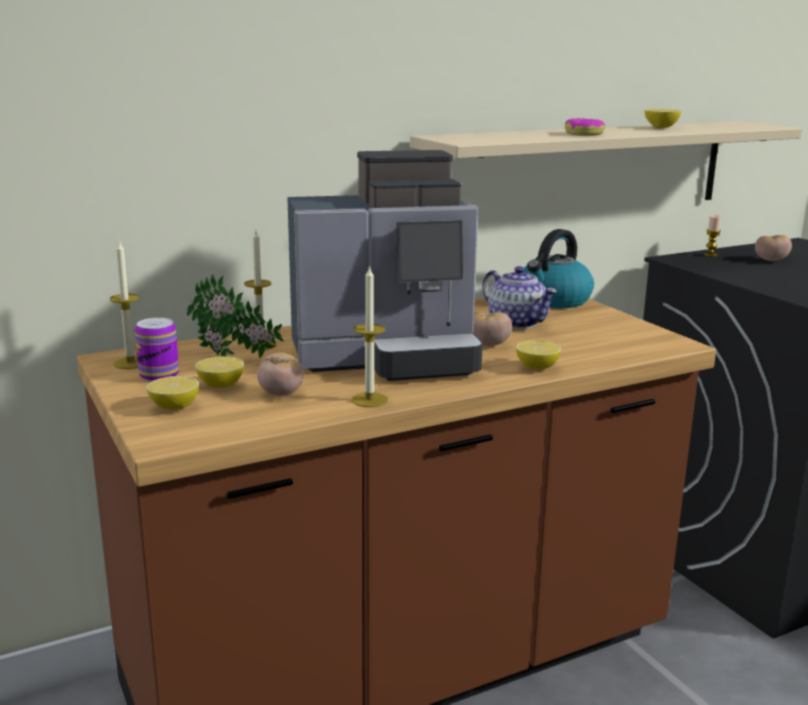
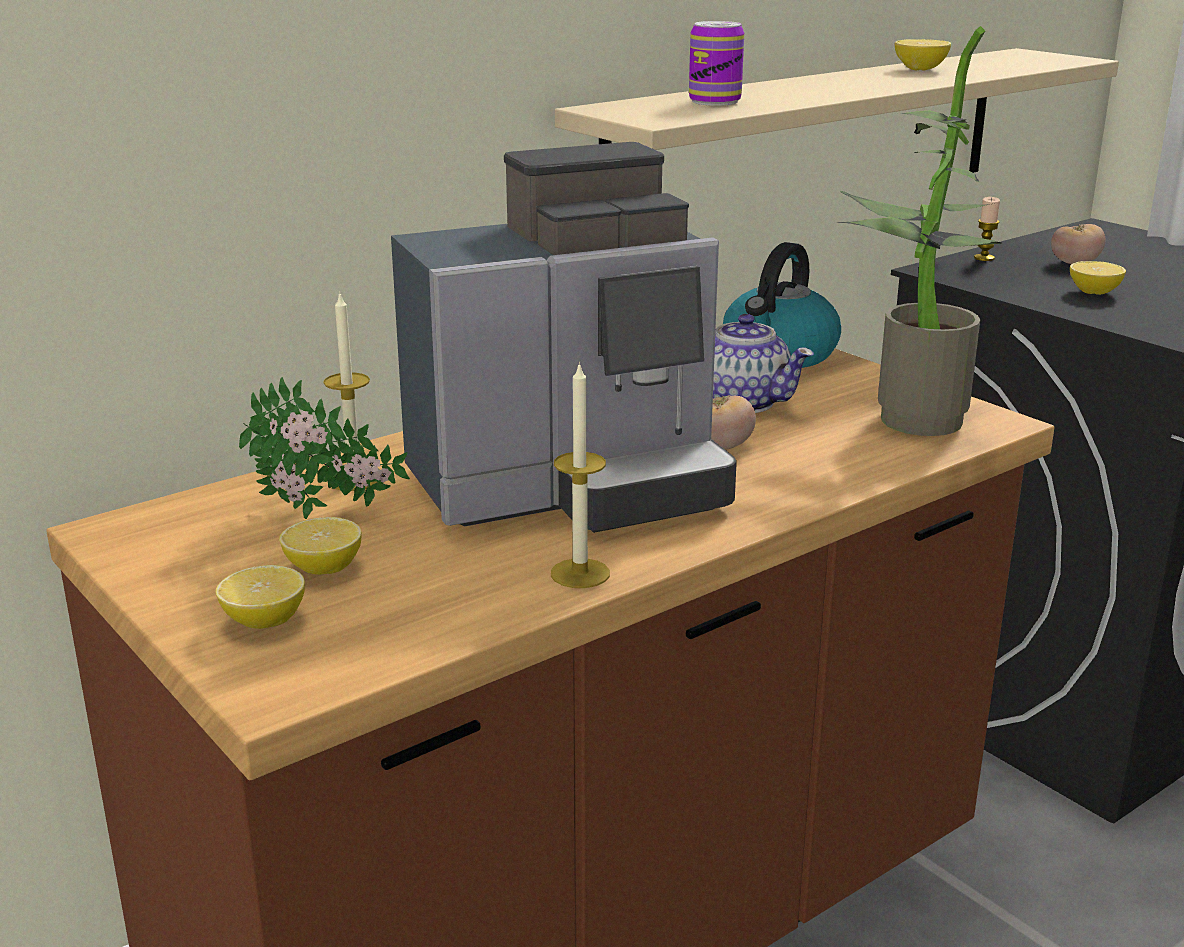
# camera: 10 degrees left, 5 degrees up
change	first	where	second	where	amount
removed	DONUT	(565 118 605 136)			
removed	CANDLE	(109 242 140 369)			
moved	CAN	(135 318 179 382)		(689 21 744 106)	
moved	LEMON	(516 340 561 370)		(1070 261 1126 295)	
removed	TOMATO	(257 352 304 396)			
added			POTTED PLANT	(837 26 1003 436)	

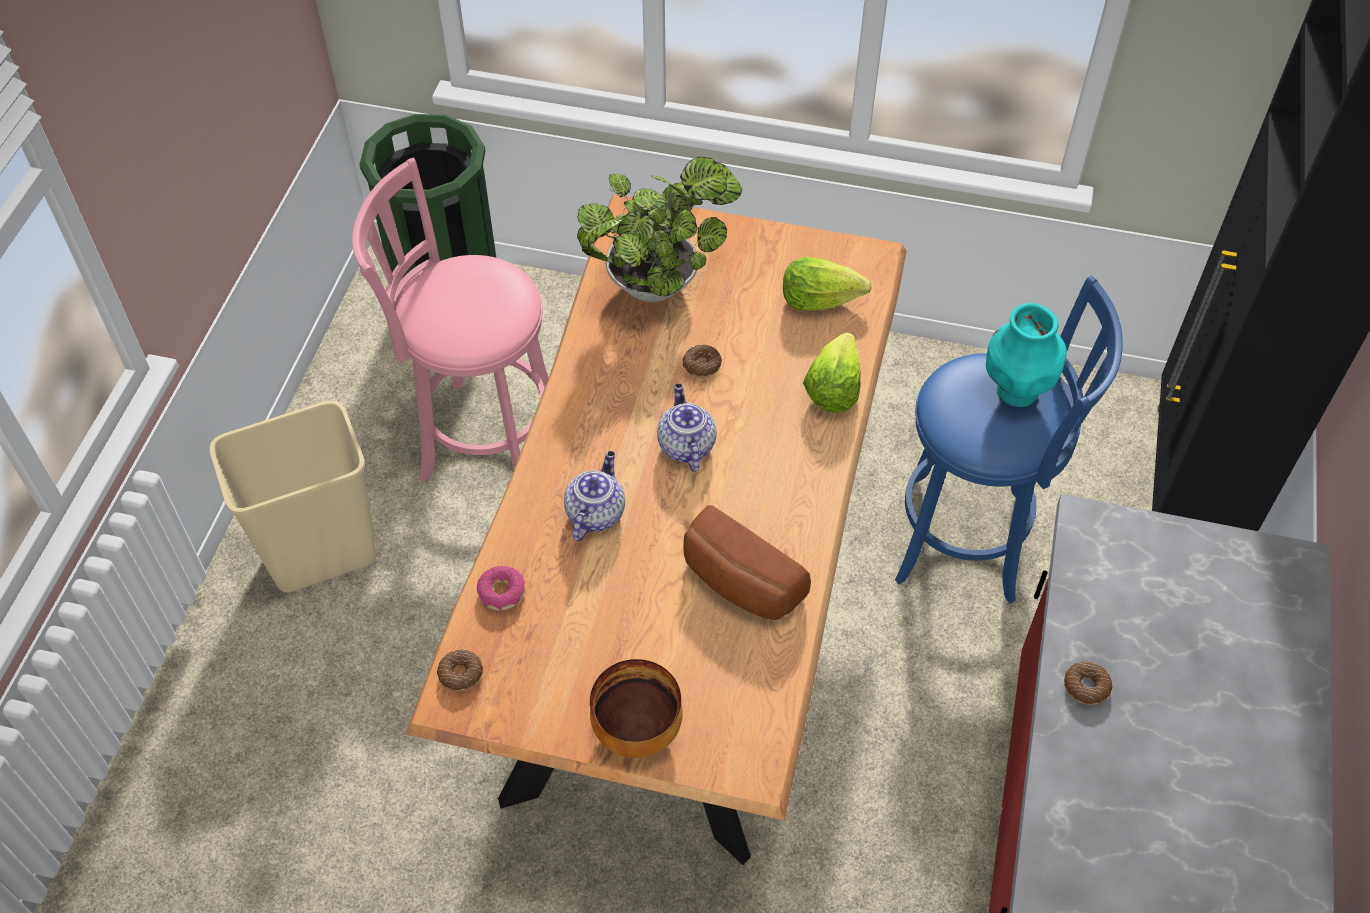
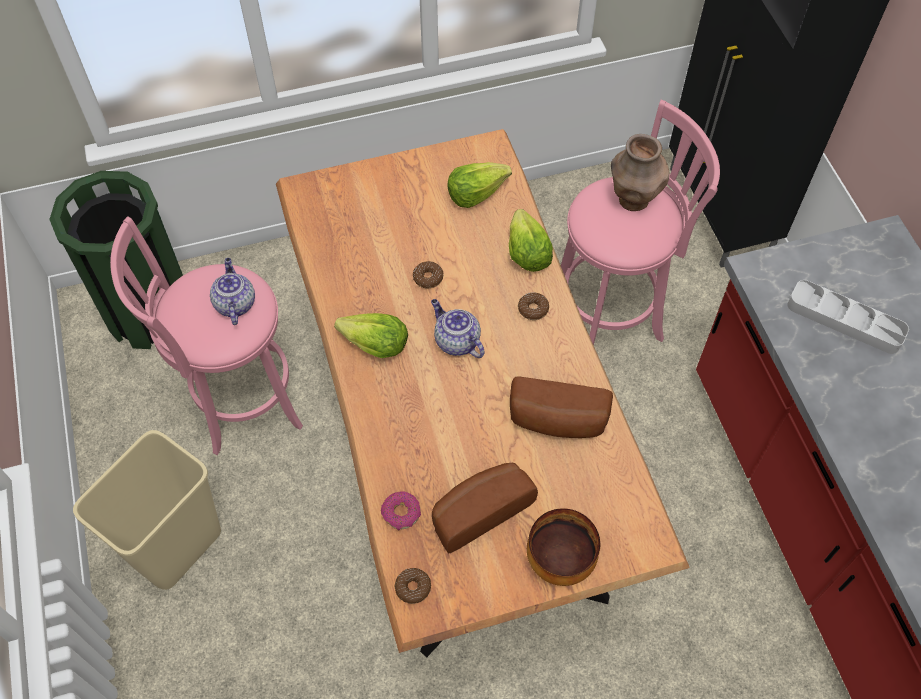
# camera: 30 degrees left, 5 degrees up
change	first	where	second	where	amount
removed	POTTED PLANT	(577 156 742 302)			
recoloured	BLUE STOOL	(895 276 1123 604)	PINK STOOL	(561 100 720 345)	
recoloured	TURQUOISE VASE	(986 303 1067 407)	BROWN VASE	(611 134 670 211)	
moved	TEAPOT	(564 451 625 541)		(210 258 255 325)	
moved	DONUT	(1064 661 1113 705)		(518 293 549 320)	
added			GREY TRAY	(787 280 909 354)	
added			LETTUCE	(334 313 408 358)	
added			BREAD	(432 463 538 554)	

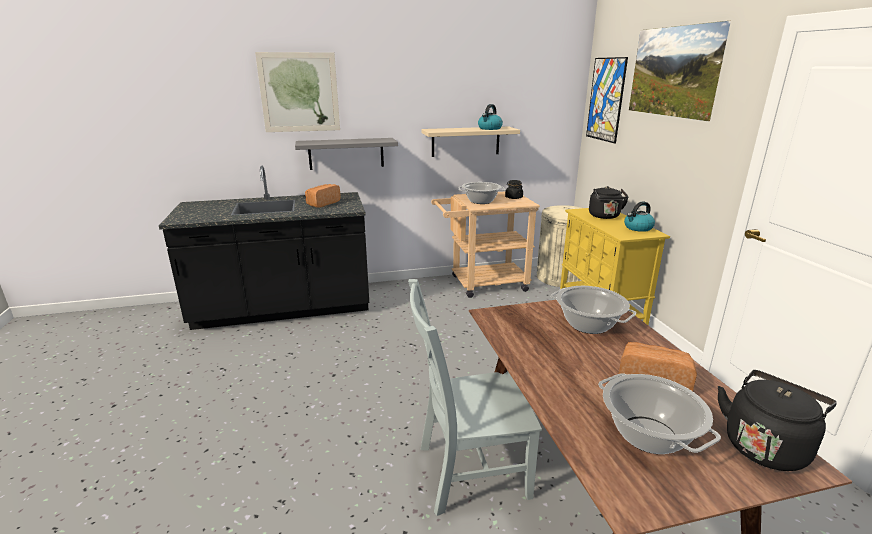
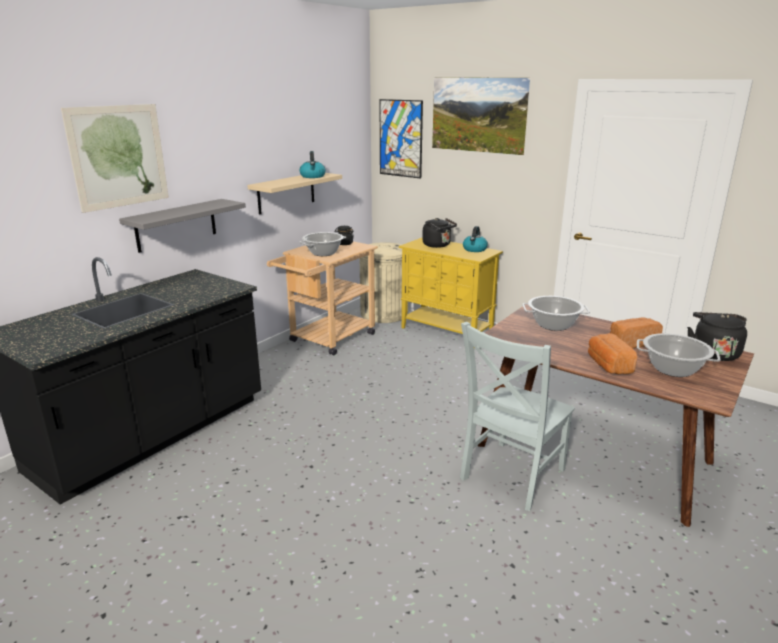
# camera: 40 degrees left, 0 degrees up
change	first	where	second	where	amount
moved	BREAD	(305 184 341 208)		(588 333 637 374)	

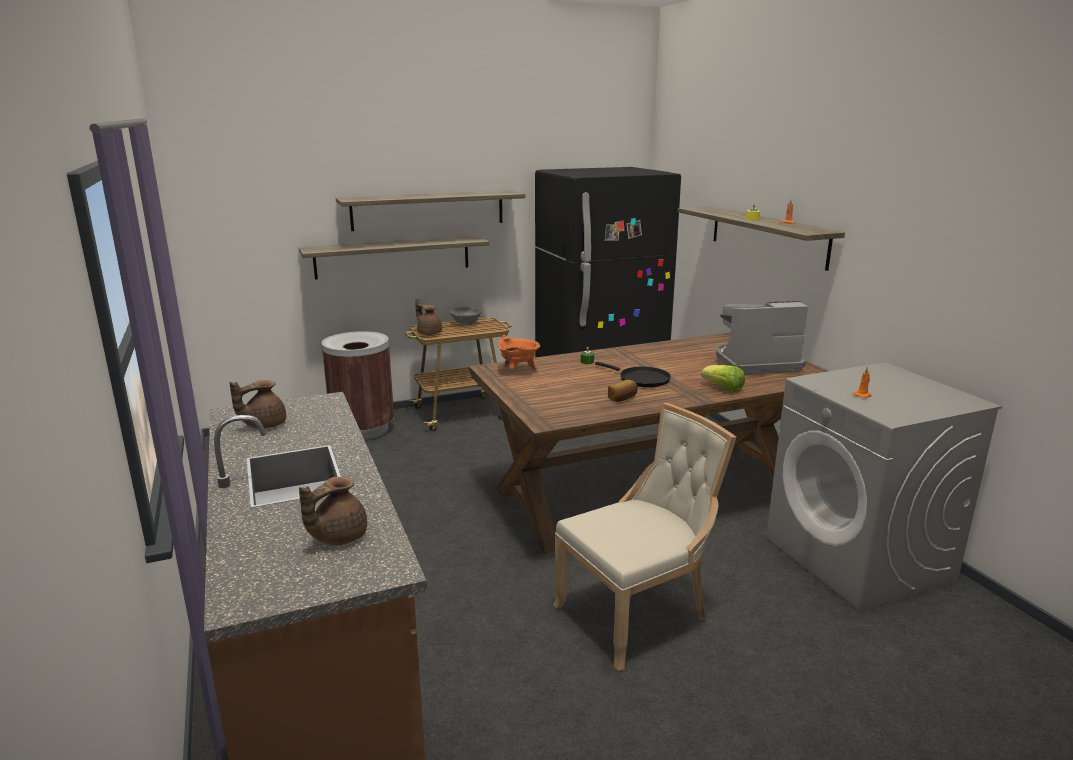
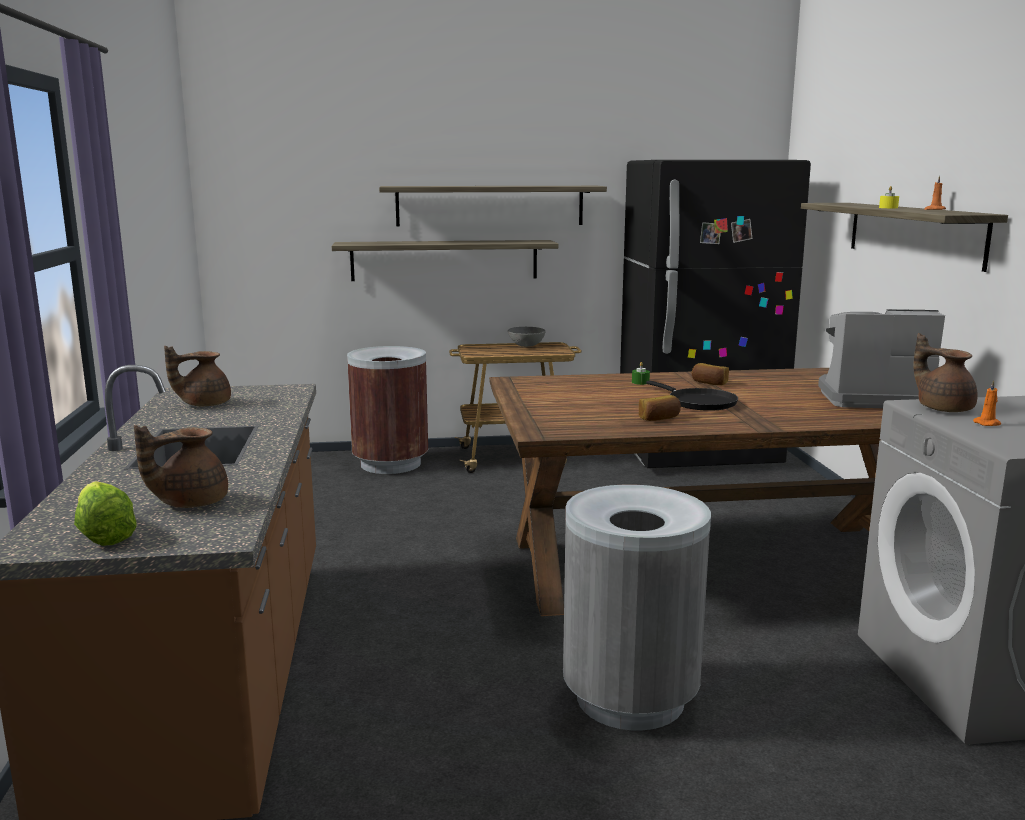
# camera: 15 degrees right, 5 degrees down
change	first	where	second	where	amount
moved	BROWN TEAPOT	(415 297 442 335)		(913 333 978 412)	
removed	ORANGE COOKING POT	(498 335 540 370)			
moved	LETTUCE	(701 365 745 392)		(74 481 137 546)	
replaced	BEIGE CHAIR	(553 403 736 671)	GREY TRASH CAN	(563 485 711 730)	
added			BREAD	(692 363 729 385)	

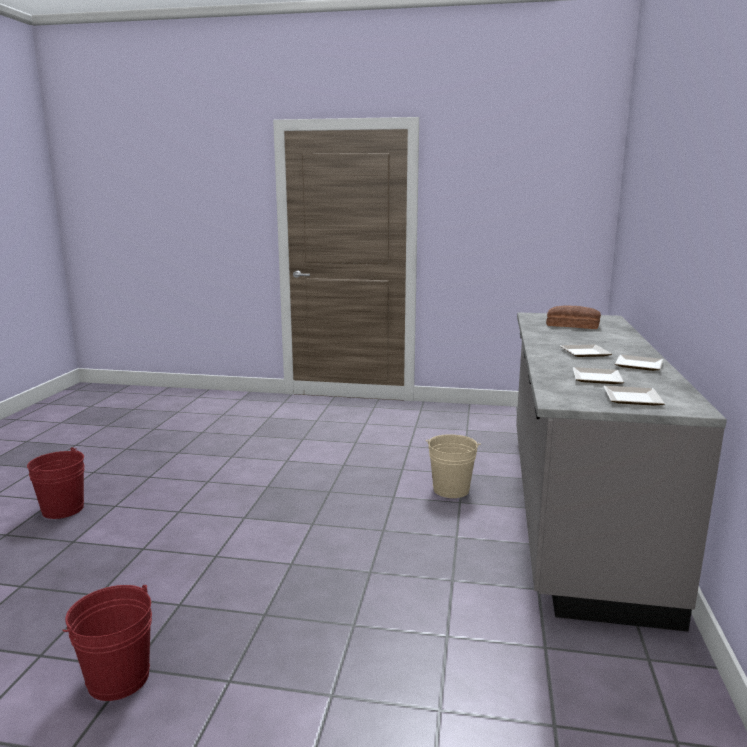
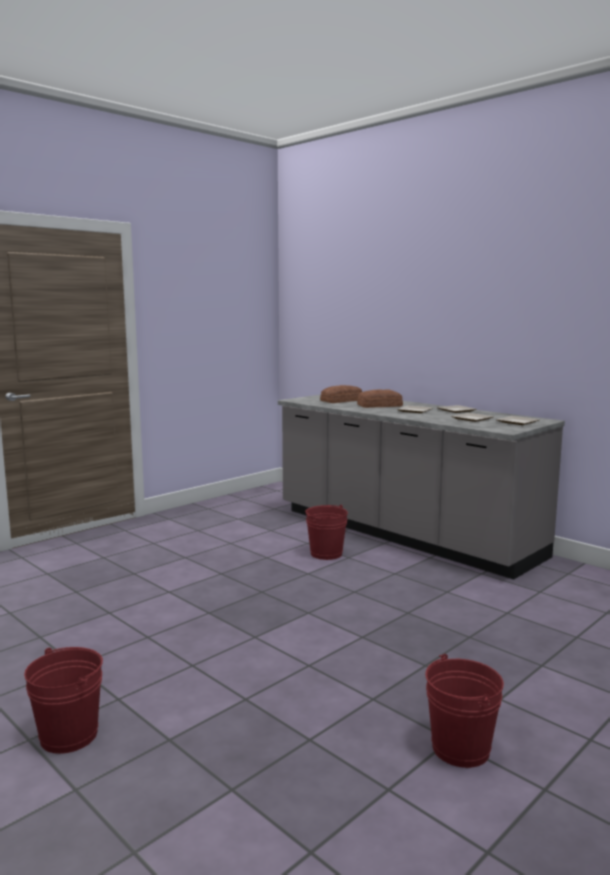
# camera: 55 degrees left, 5 degrees down
change	first	where	second	where	amount
recoloured	BEIGE BUCKET	(426 434 481 498)	RED BUCKET	(305 505 348 560)	
added			BREAD	(357 389 403 408)	

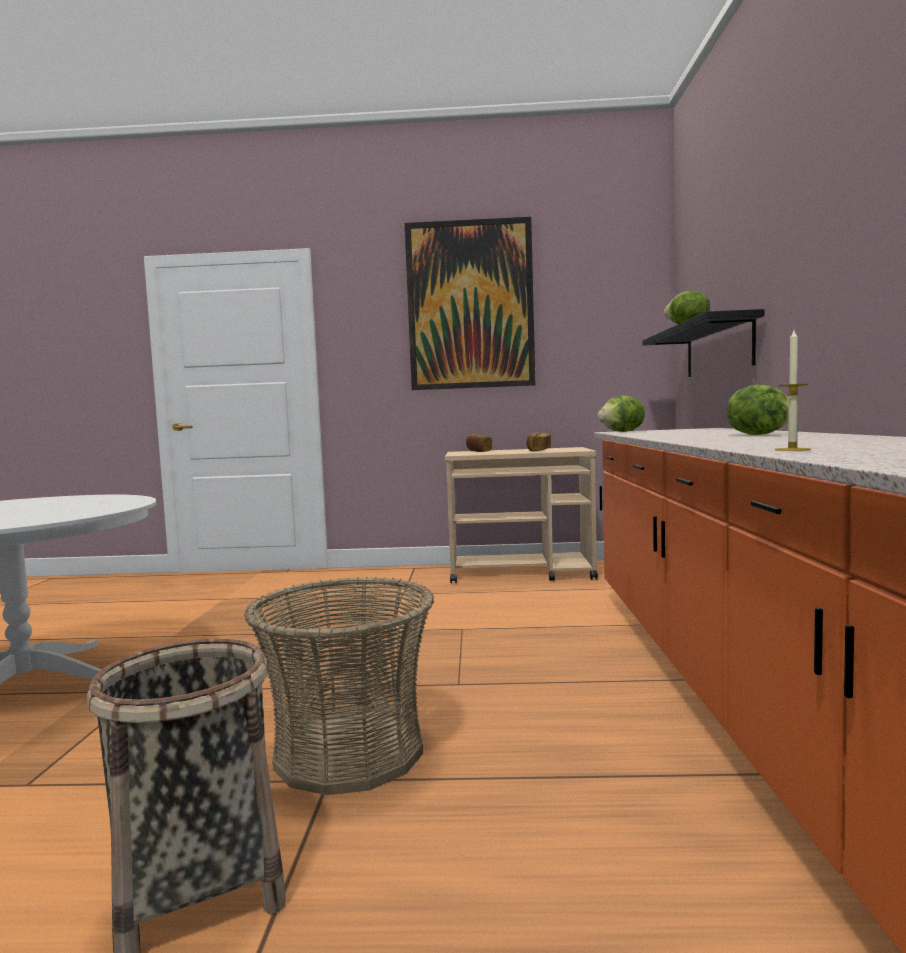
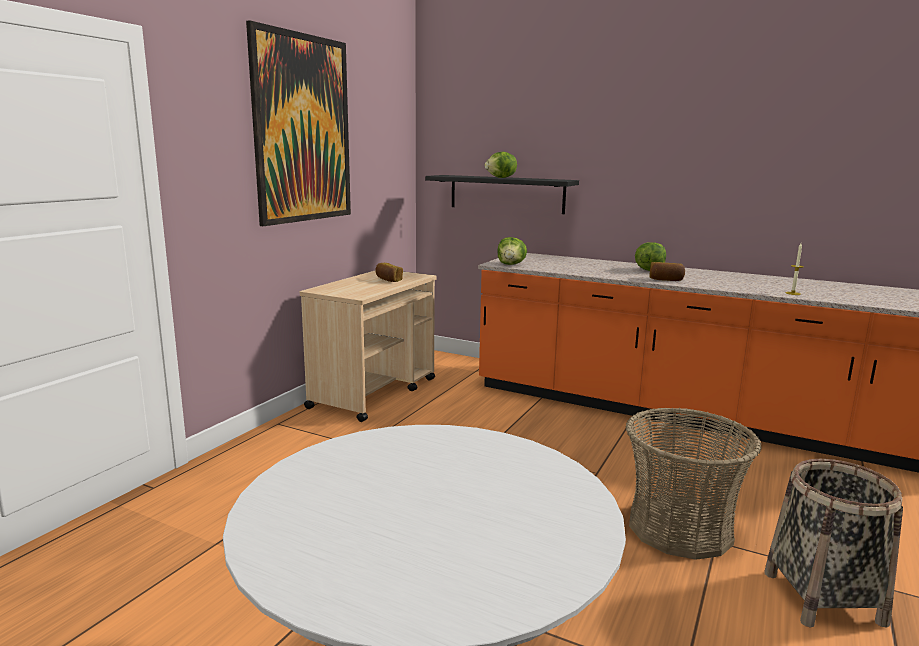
# camera: 65 degrees left, 10 degrees up
change	first	where	second	where	amount
moved	BREAD	(466 434 492 452)		(649 262 685 281)	

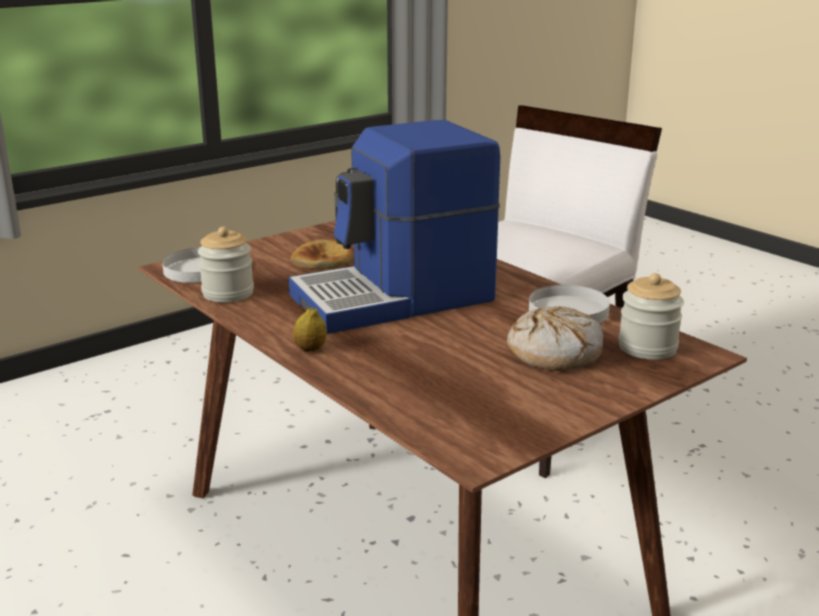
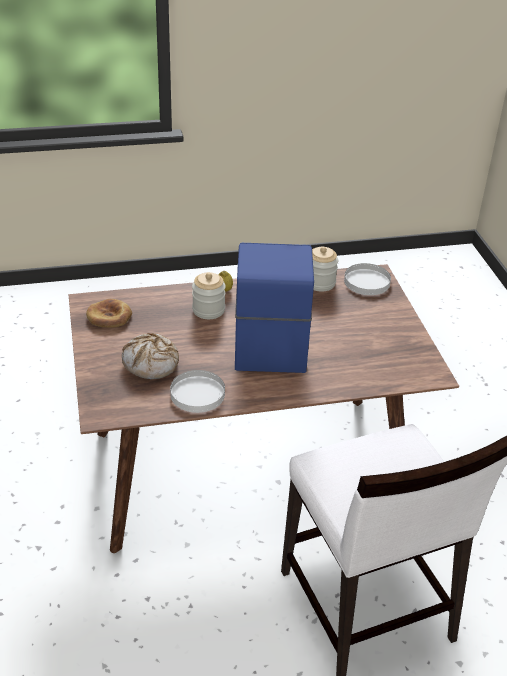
# camera: 115 degrees right, 15 degrees up
change	first	where	second	where	amount
moved	BREAD	(290 239 354 269)		(86 299 132 328)	
moved	JAR	(618 273 684 360)		(192 272 226 319)	

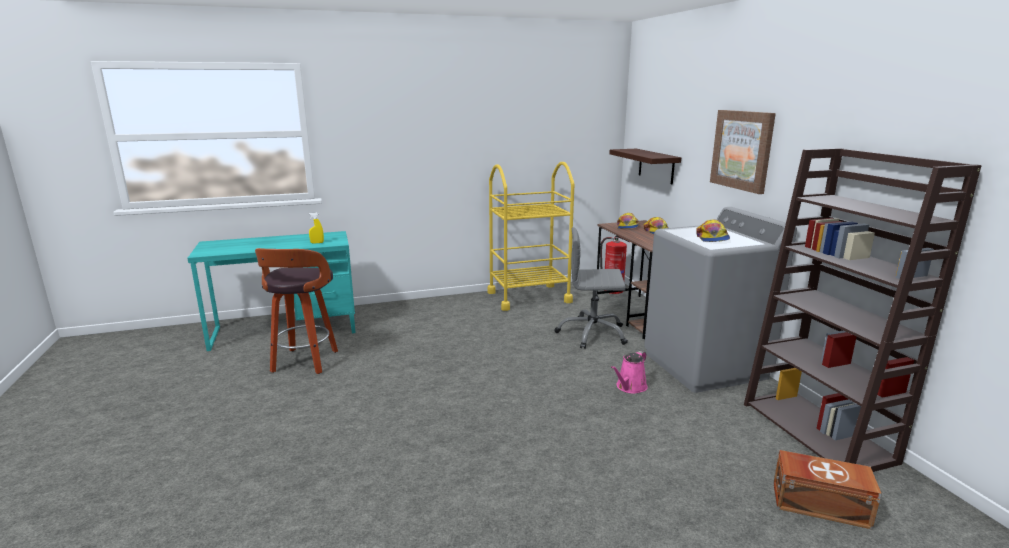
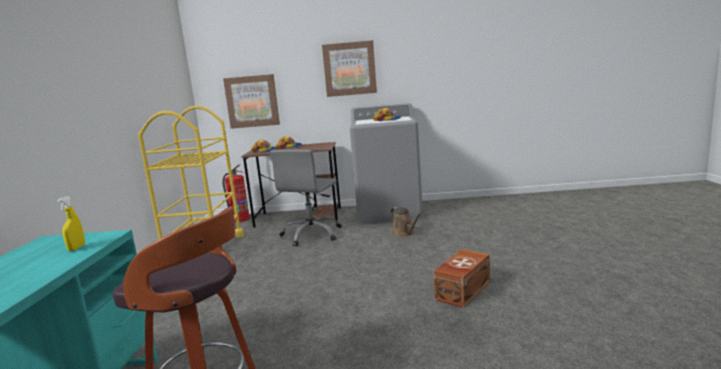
# camera: 70 degrees left, 5 degrees down
change	first	where	second	where	amount
removed	BROWN BOOKCASE	(744 148 982 472)			
replaced	SHELF	(609 149 681 185)	PICTURE	(223 74 280 129)	
recoloured	PINK WATERING CAN	(611 351 648 394)	BROWN WATERING CAN	(391 207 422 237)	
moved	BROWN STORAGE BOX	(773 450 882 529)		(433 249 490 308)	

